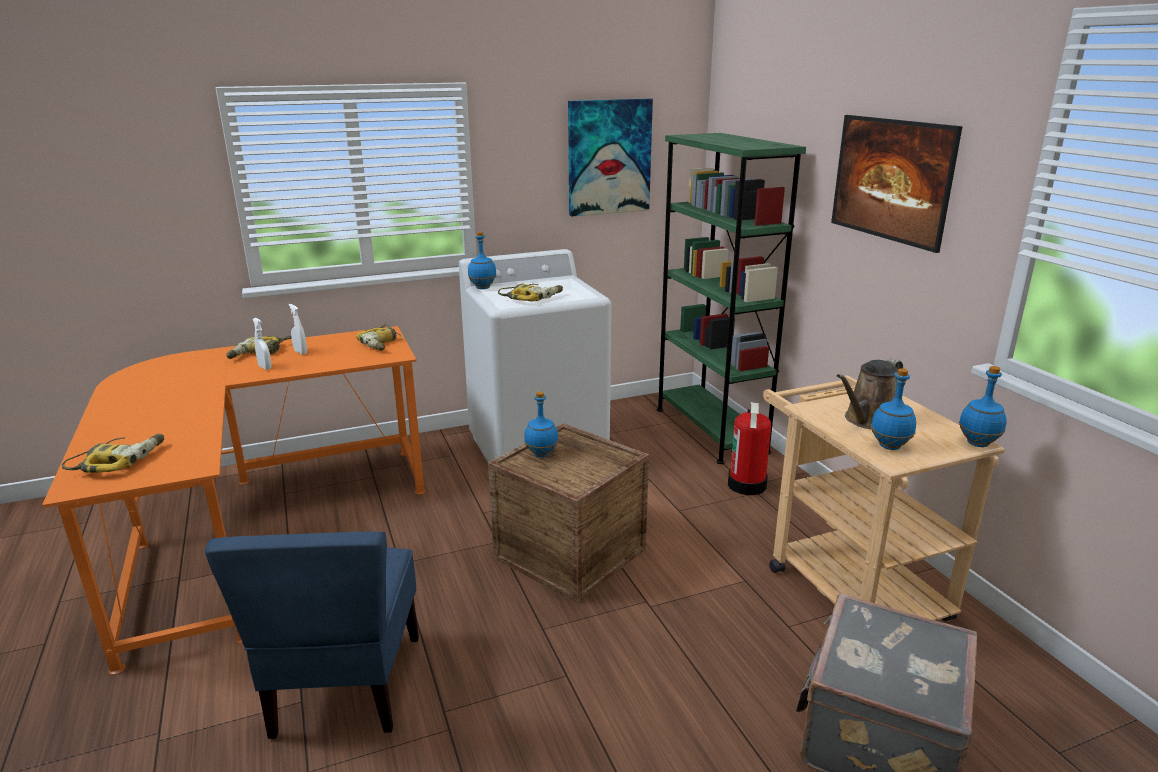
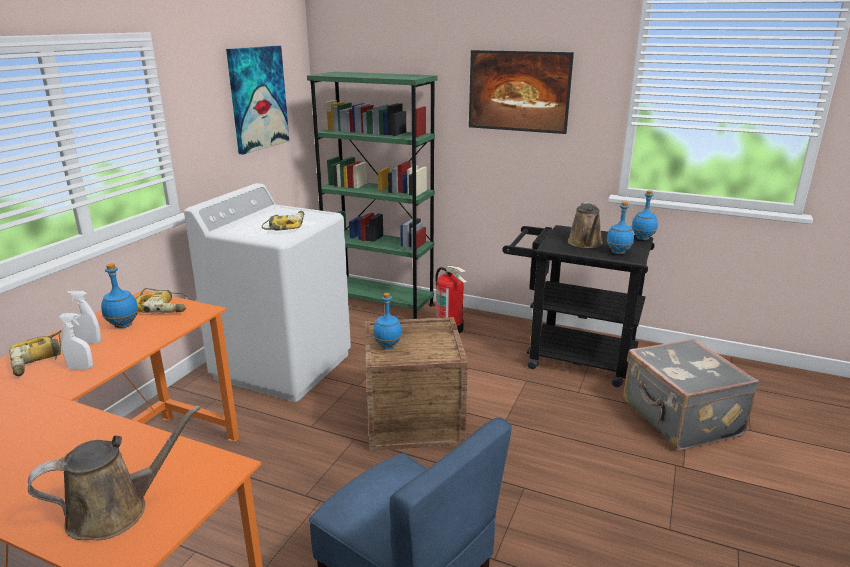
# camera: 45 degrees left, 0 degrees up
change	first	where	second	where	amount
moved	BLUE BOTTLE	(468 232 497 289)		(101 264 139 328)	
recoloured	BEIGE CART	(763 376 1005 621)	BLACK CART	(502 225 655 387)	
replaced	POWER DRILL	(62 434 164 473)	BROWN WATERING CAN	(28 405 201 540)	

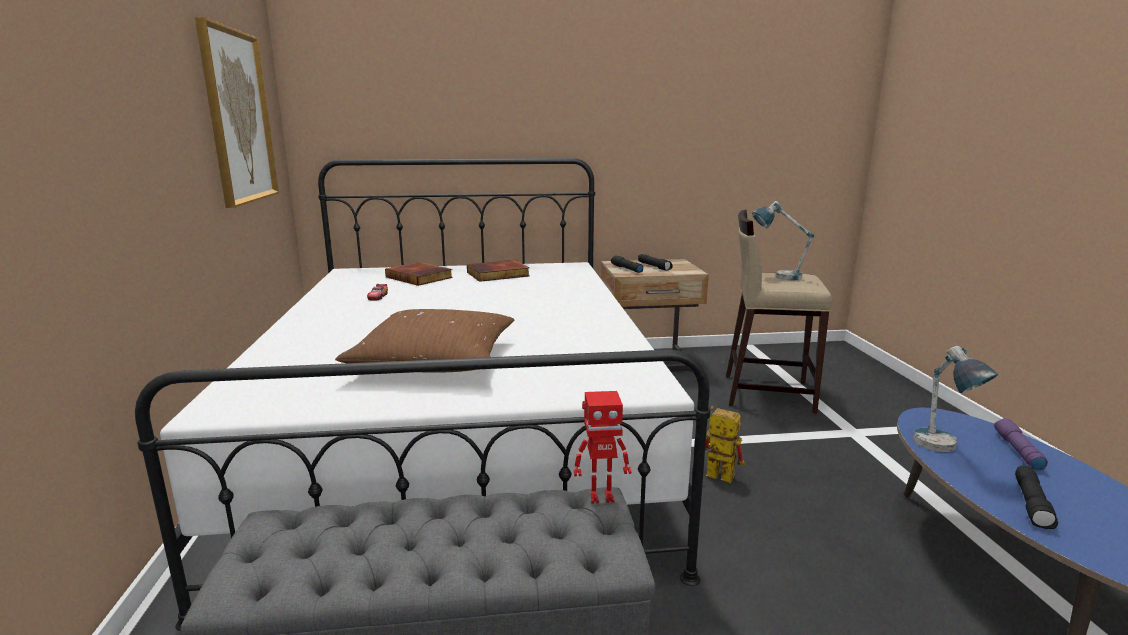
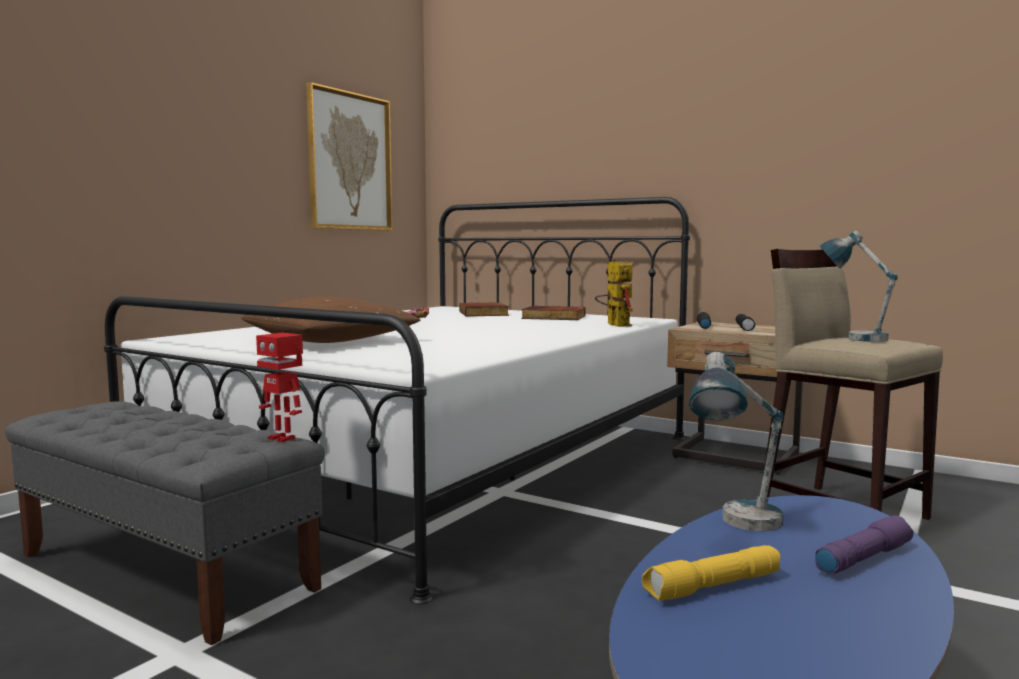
# camera: 40 degrees right, 10 degrees down
change	first	where	second	where	amount
moved	TOY ROBOT	(692 406 745 483)		(595 258 633 327)	
recoloured	BLACK FLASHLIGHT	(1015 466 1058 529)	YELLOW FLASHLIGHT	(642 545 780 601)	

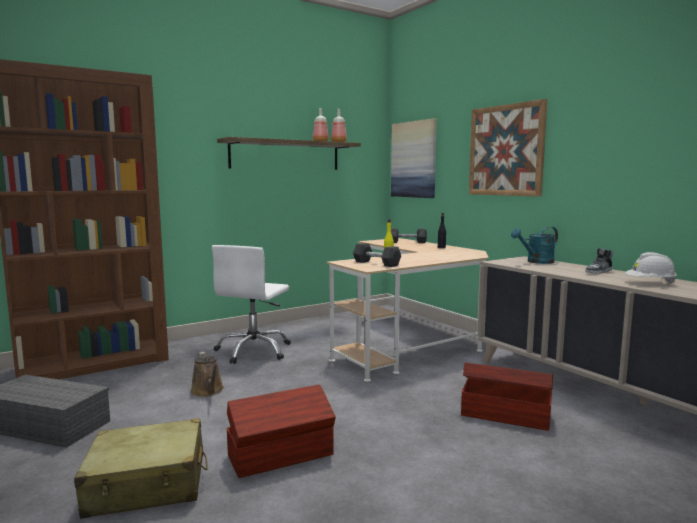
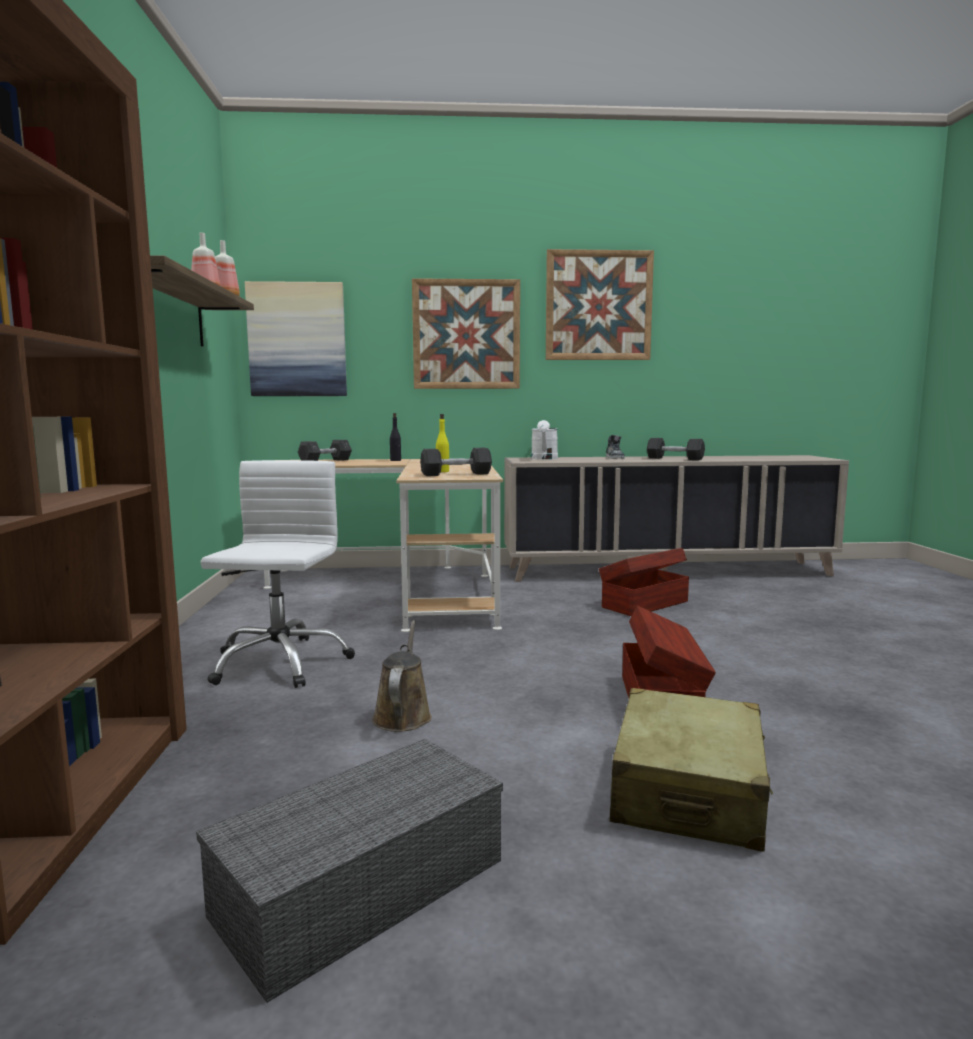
# camera: 60 degrees left, 0 degrees up
change	first	where	second	where	amount
recoloured	TURQUOISE WATERING CAN	(511 227 558 264)	WHITE WATERING CAN	(531 420 558 459)	
turned	WHITE OFFICE CHAIR	(212 245 291 364)		(200 460 355 688)	135 degrees counterclockwise
replaced	WHITE HARD HAT	(625 252 677 284)	GREY DUMBBELL	(647 438 705 460)	
turned	BROWN WATERING CAN	(190 352 224 397)		(372 620 432 732)	90 degrees counterclockwise
added			PICTURE	(546 249 654 360)	

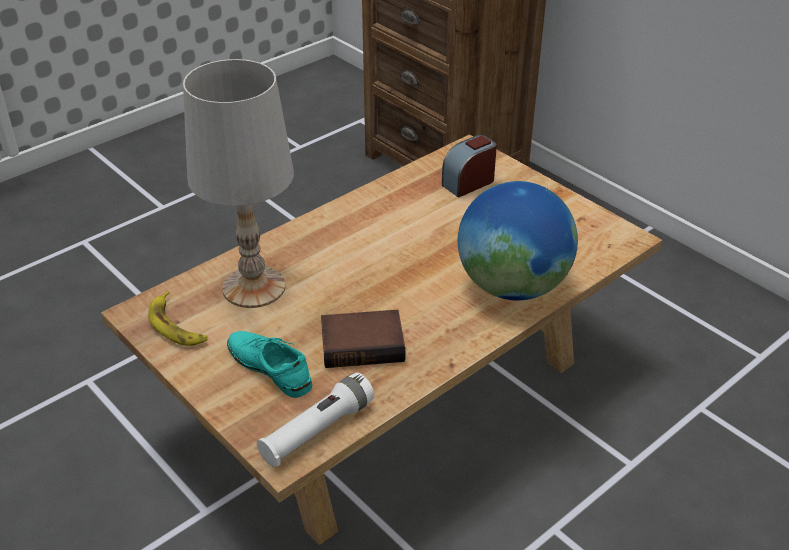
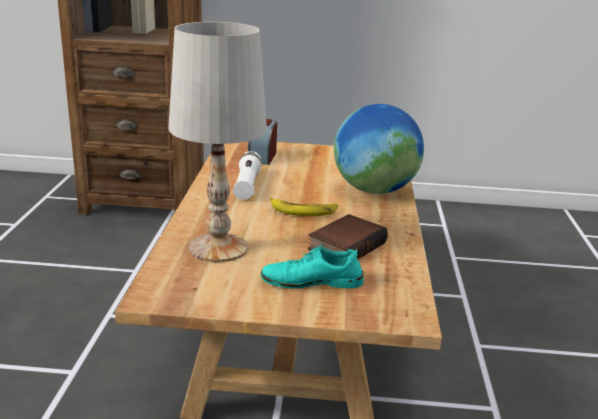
# camera: 45 degrees left, 15 degrees down
change	first	where	second	where	amount
moved	BANANA	(148 291 207 346)		(270 197 338 216)	
moved	WHITE FLASHLIGHT	(257 372 374 467)		(233 151 262 200)	

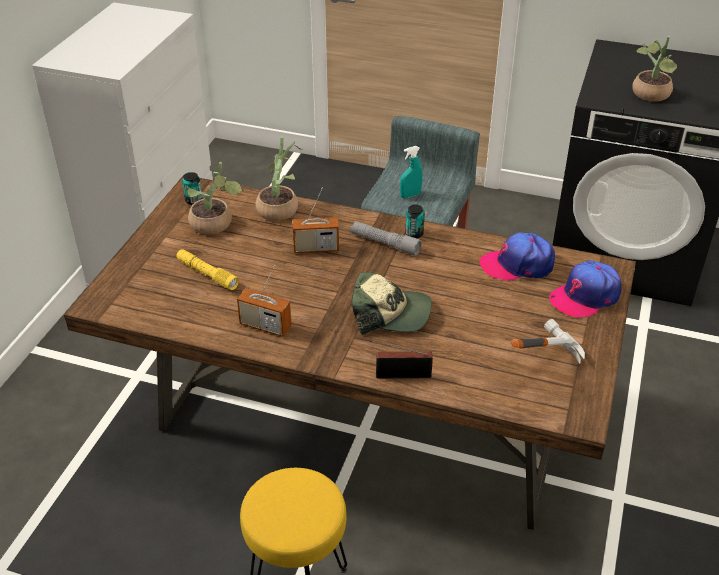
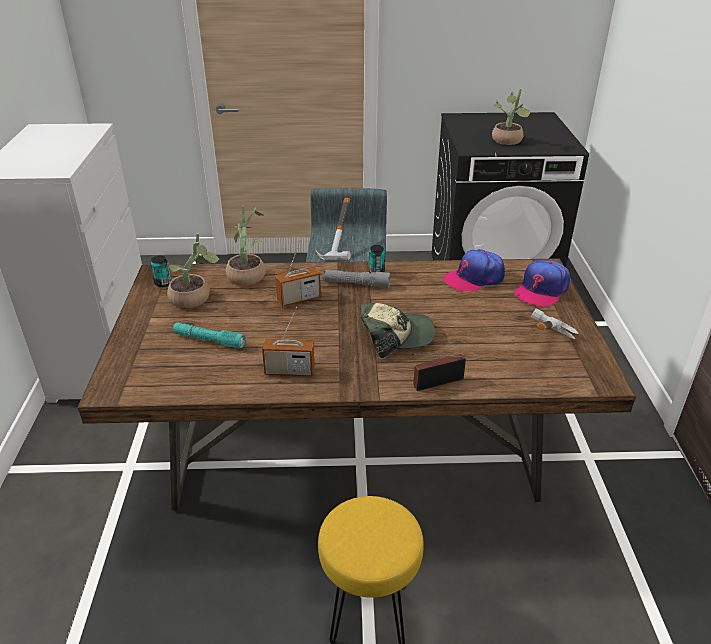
# camera: 20 degrees left, 5 degrees down
change	first	where	second	where	amount
replaced	TURQUOISE SPRAY BOTTLE	(400 146 422 198)	HAMMER	(316 198 351 260)	
recoloured	YELLOW FLASHLIGHT	(176 249 239 290)	TURQUOISE FLASHLIGHT	(173 323 245 348)	

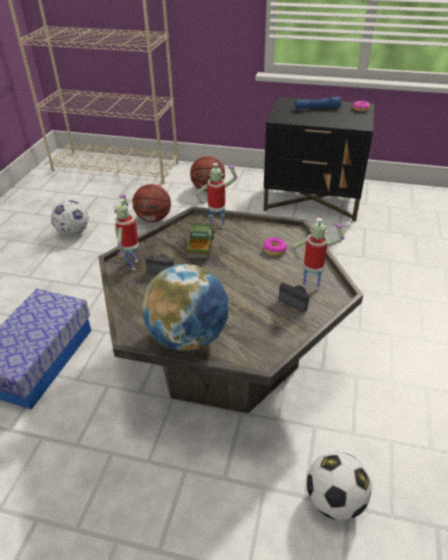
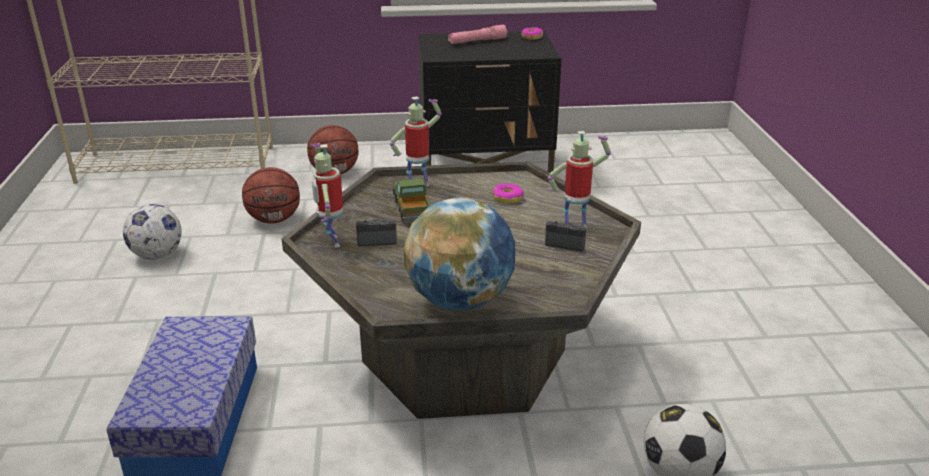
# camera: 20 degrees left, 10 degrees down
change	first	where	second	where	amount
recoloured	BLUE FLASHLIGHT	(294 97 341 109)	PINK FLASHLIGHT	(448 24 507 44)	

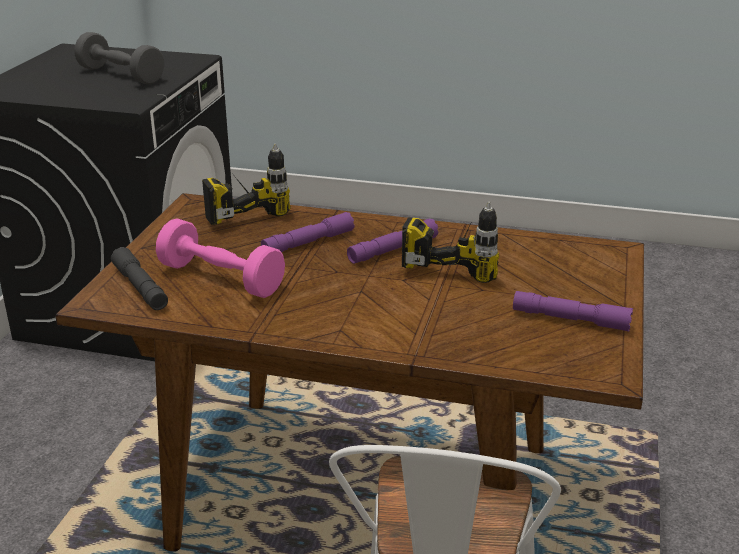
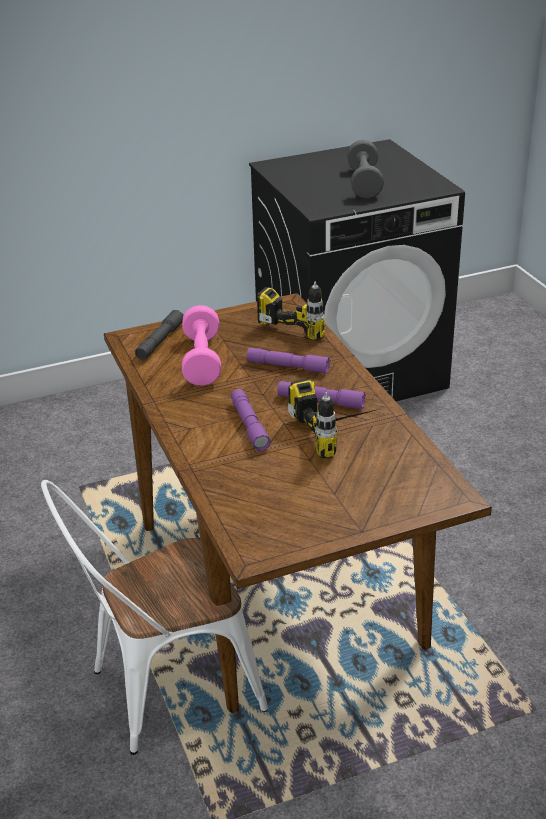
# camera: 55 degrees right, 5 degrees up
change	first	where	second	where	amount
moved	PURPLE FLASHLIGHT	(513 291 633 332)		(231 389 271 451)	

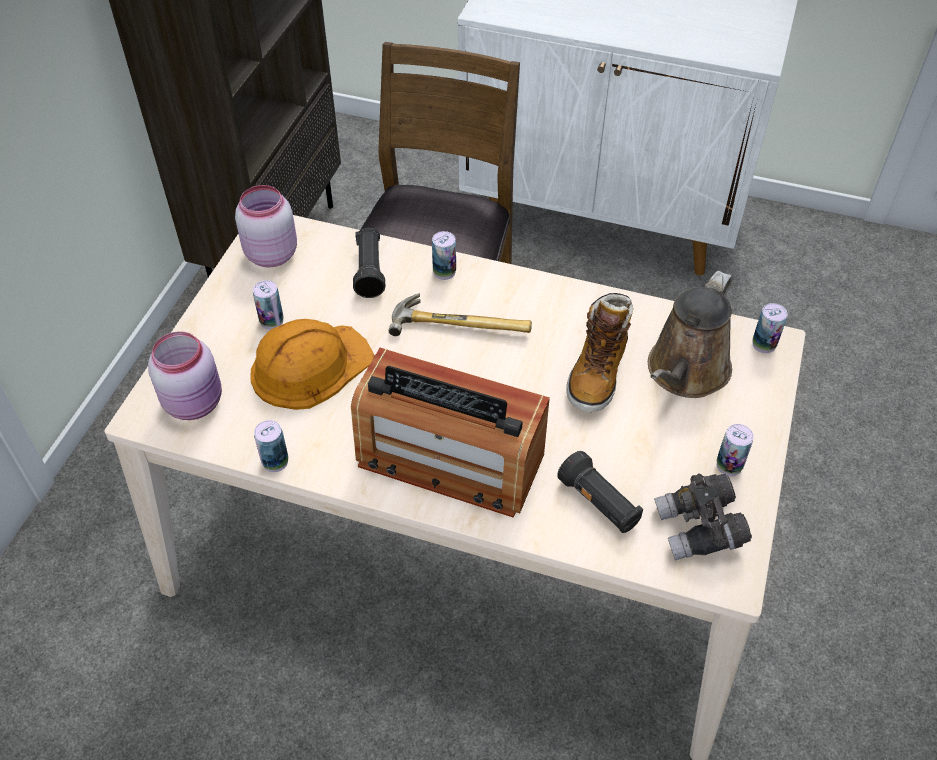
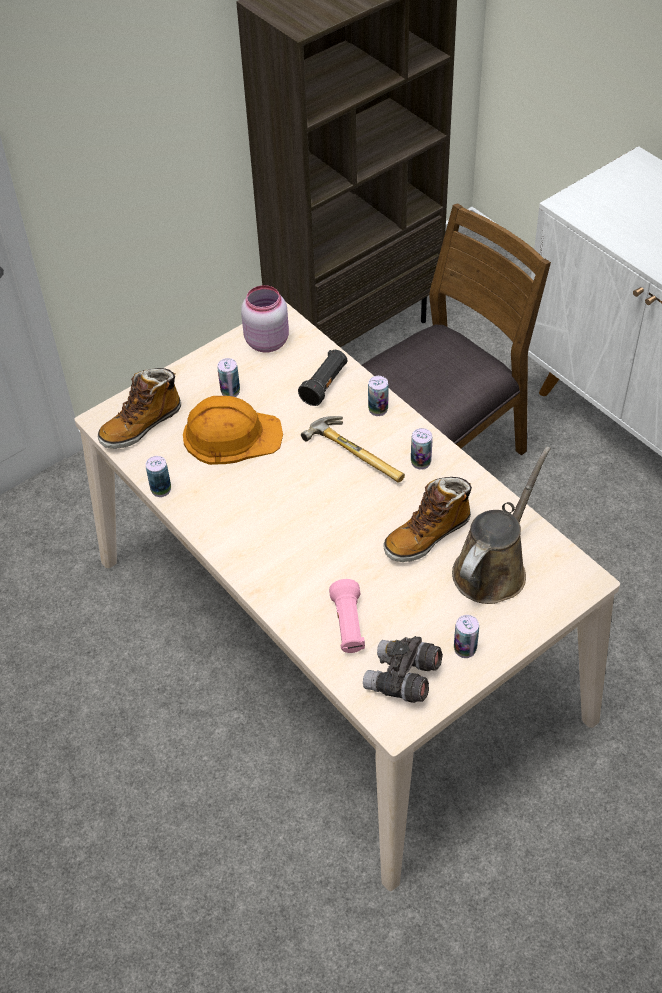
# camera: 35 degrees right, 0 degrees up
change	first	where	second	where	amount
turned	BROWN WATERING CAN	(648 271 733 398)		(452 446 551 604)	150 degrees clockwise
moved	CAN	(752 303 787 353)		(411 428 433 470)	
replaced	PINK JAR	(148 331 222 420)	BOOT	(98 368 181 449)	
removed	RADIO	(351 348 550 518)			
recoloured	BLACK FLASHLIGHT	(557 451 643 533)	PINK FLASHLIGHT	(329 579 365 653)	

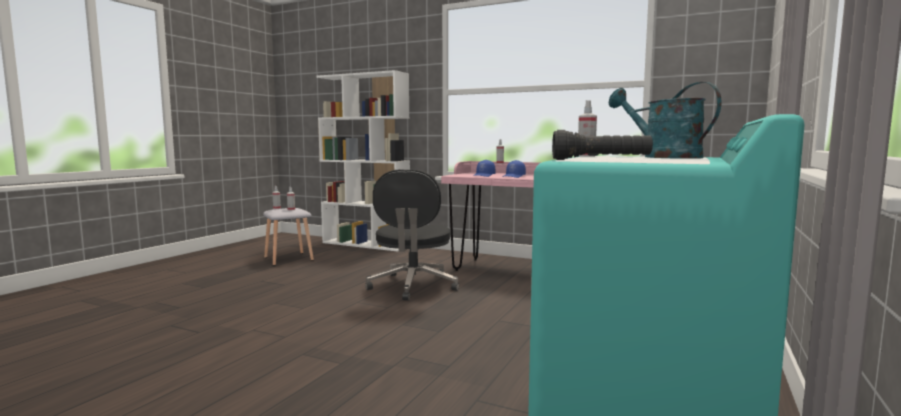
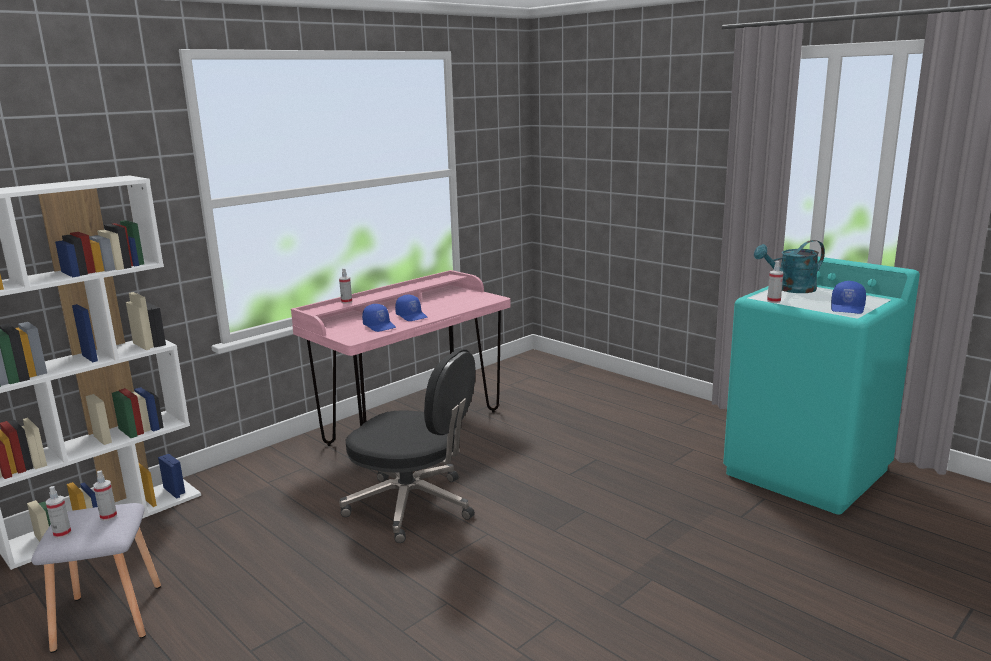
# camera: 70 degrees left, 10 degrees up
change	first	where	second	where	amount
replaced	BLACK FLASHLIGHT	(552 130 653 160)	BLUE CAP	(831 281 866 314)	

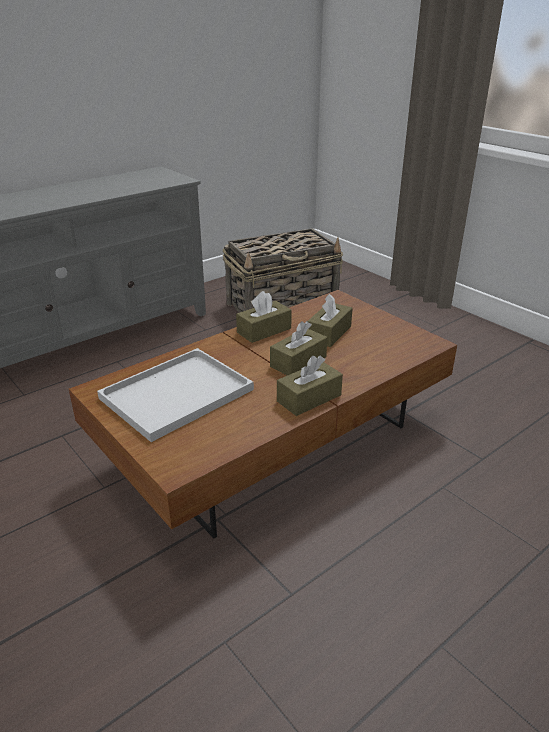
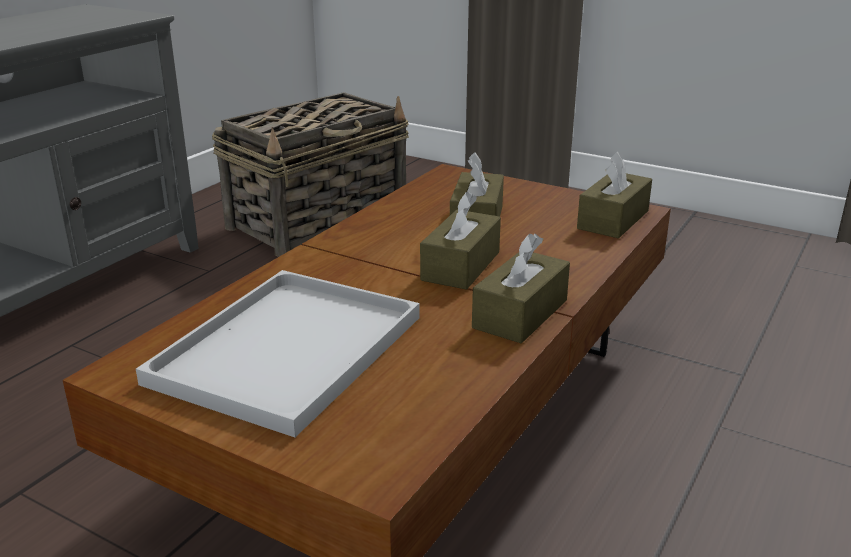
# camera: 20 degrees left, 5 degrees down
change	first	where	second	where	amount
moved	BROWN TISSUE BOX	(236 291 292 343)		(577 151 652 238)	

